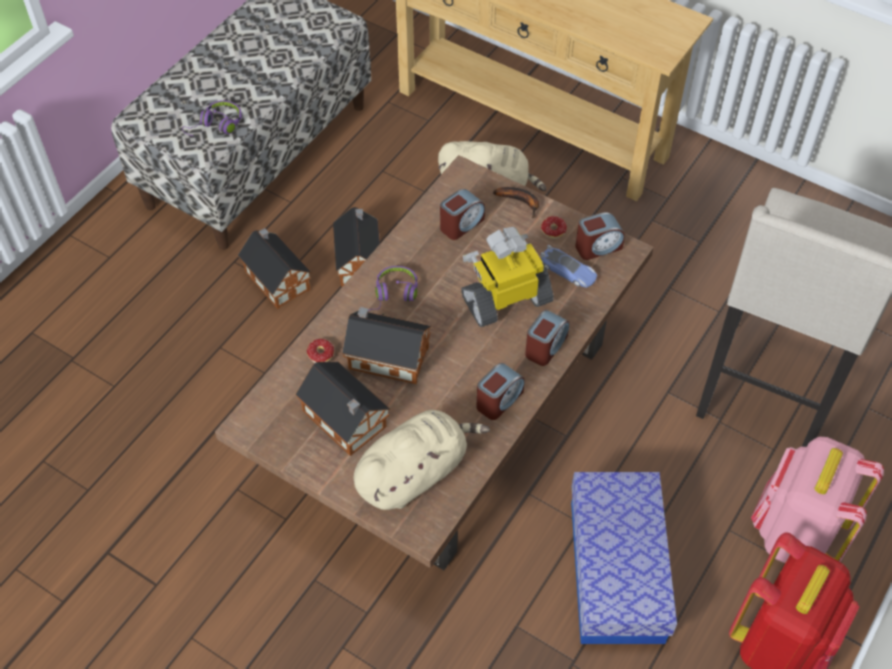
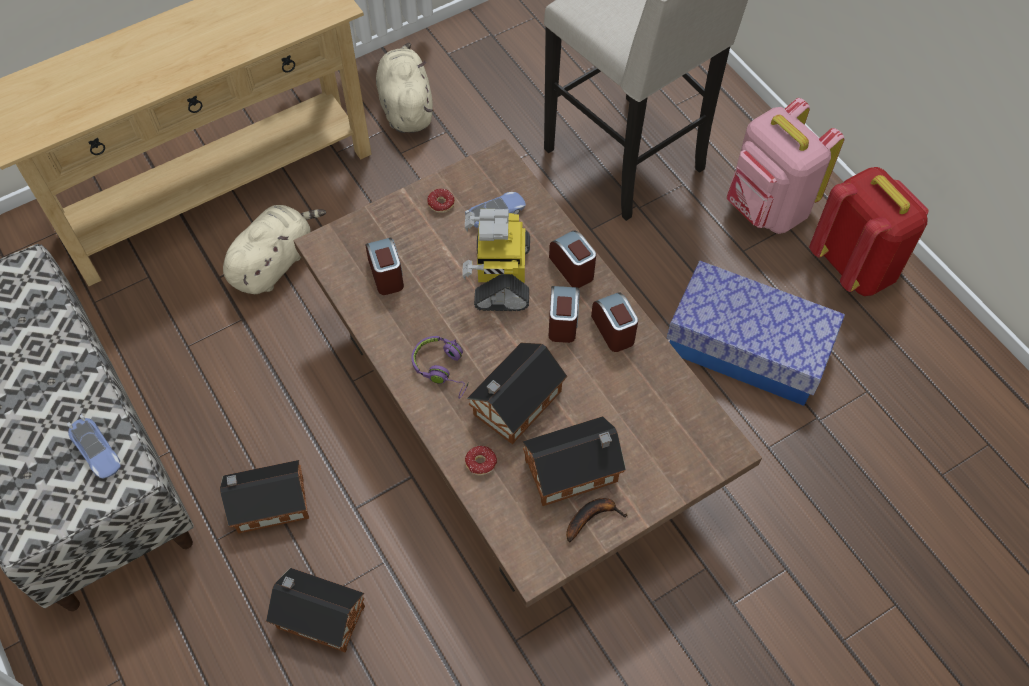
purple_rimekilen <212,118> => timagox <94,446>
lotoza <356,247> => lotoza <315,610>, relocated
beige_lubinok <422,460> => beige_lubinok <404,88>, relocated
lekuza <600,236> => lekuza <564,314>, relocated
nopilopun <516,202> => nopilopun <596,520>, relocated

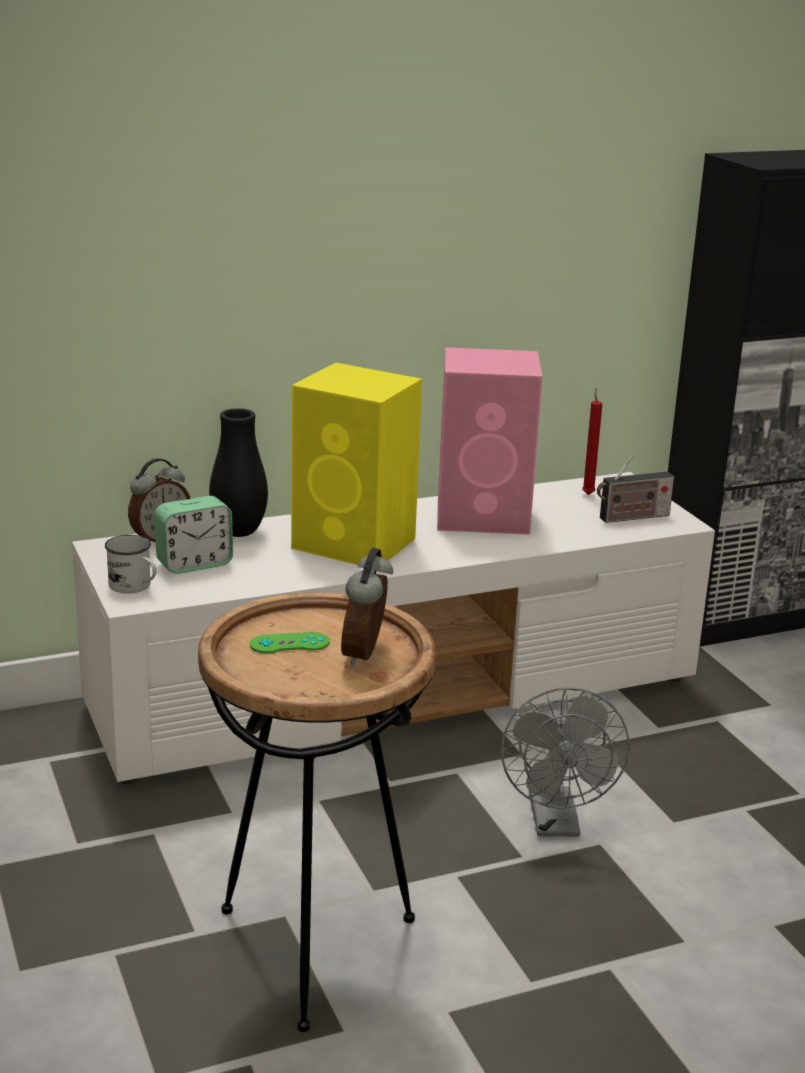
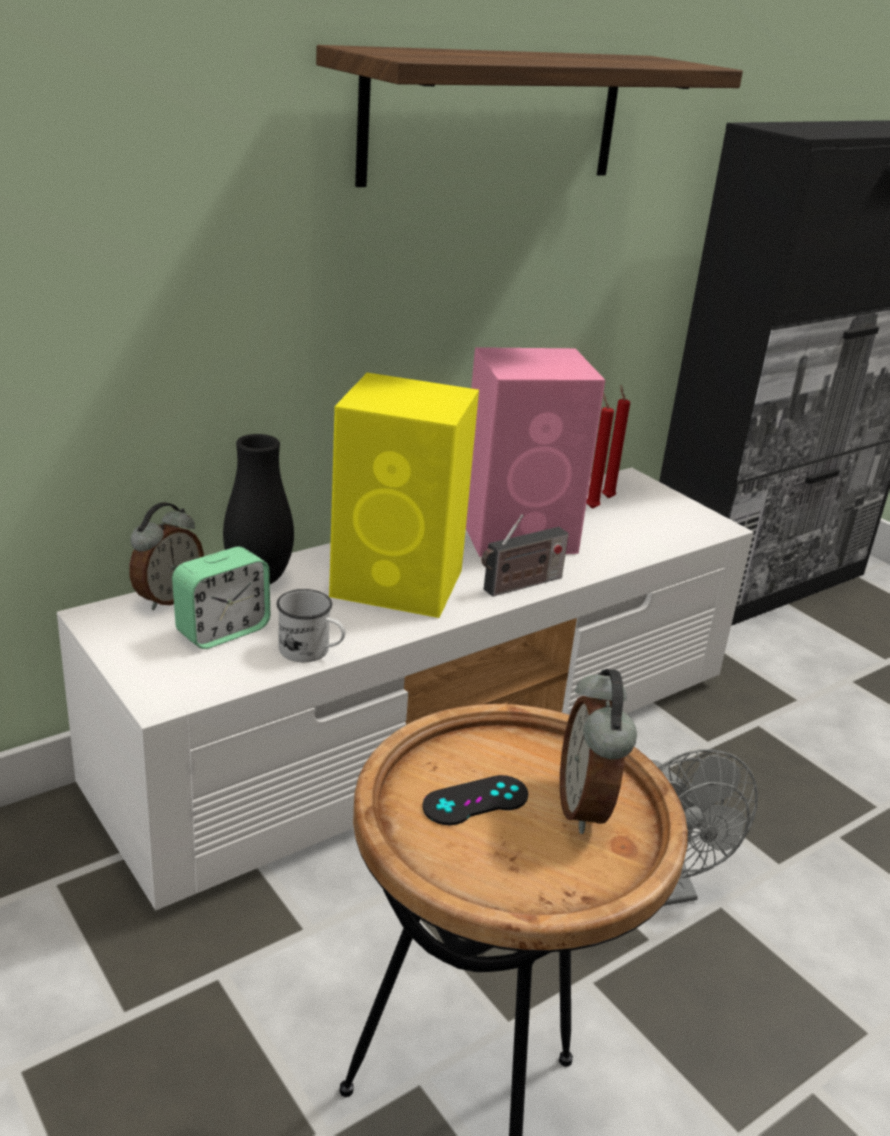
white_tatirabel <131,564> => white_tatirabel <311,625>, relocated
nothing => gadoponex <529,116>
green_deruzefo <290,643> => black_deruzefo <475,800>
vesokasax <635,489> => vesokasax <525,555>, relocated
nothing => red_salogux <600,451>

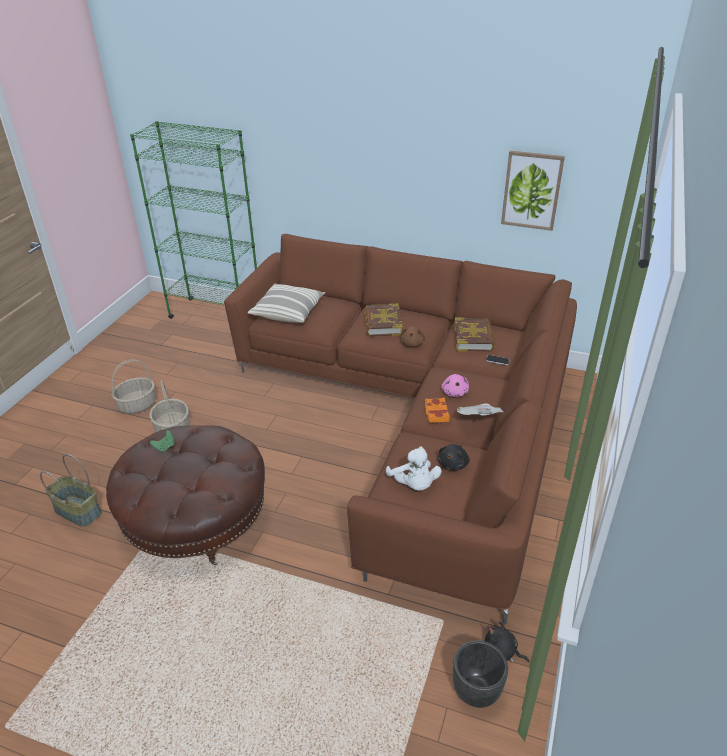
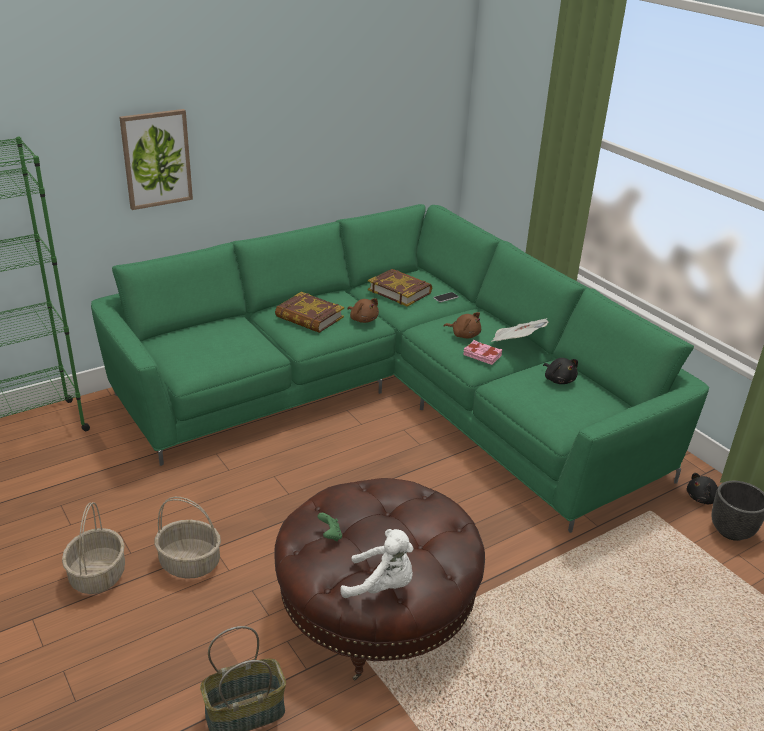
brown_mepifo <400,429> => green_mepifo <400,368>
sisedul <533,191> => sisedul <156,159>, relocated
white_lubinok <414,468> => white_lubinok <377,563>, relocated
pink_lubinok <455,385> => brown_lubinok <462,325>
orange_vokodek <437,410> => pink_vokodek <483,352>
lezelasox <286,303> => nothing

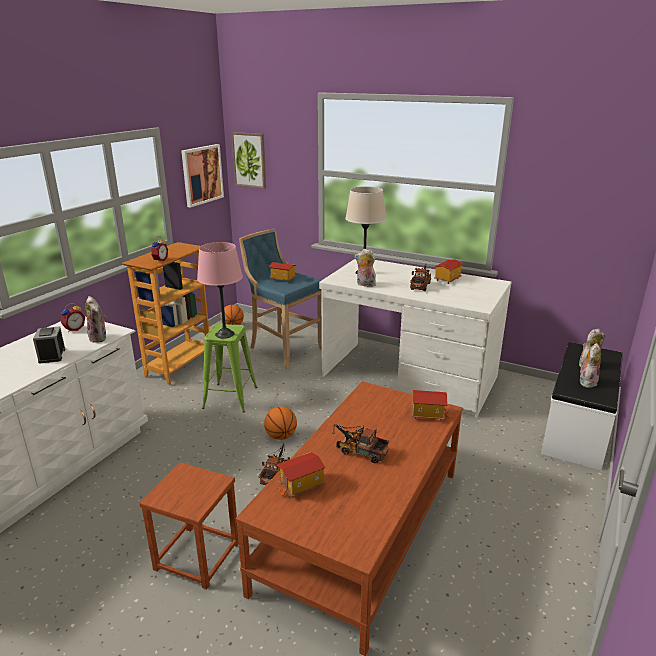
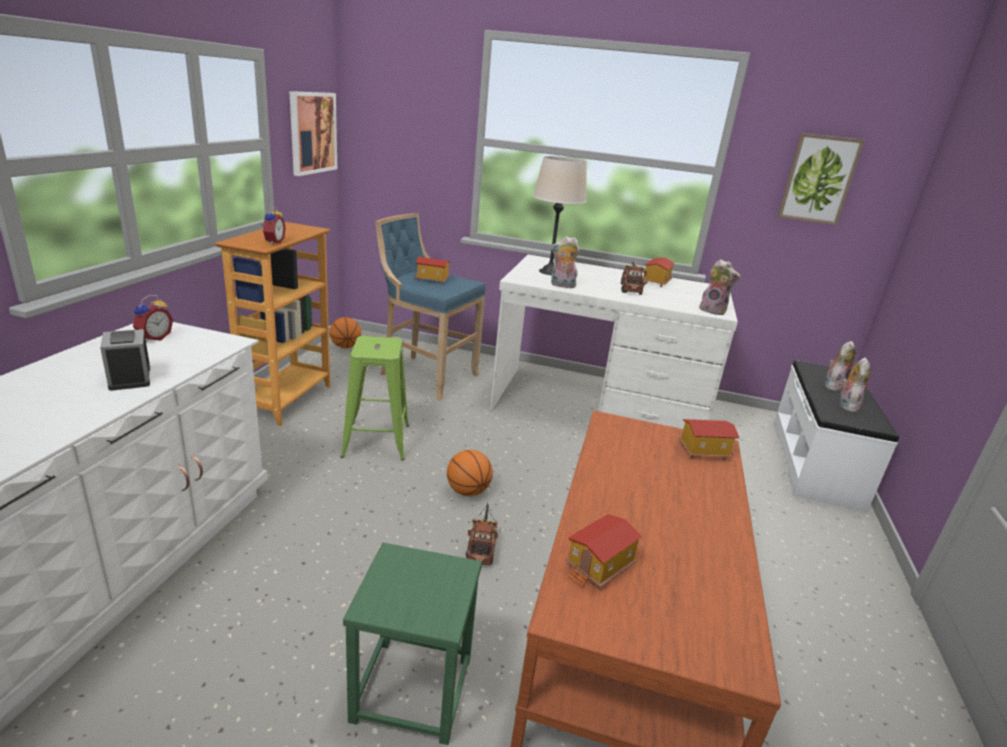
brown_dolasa <189,526> => green_dolasa <412,644>
lubinok <96,319> => lubinok <719,287>, relocated
sisedul <248,160> => sisedul <821,179>, relocated
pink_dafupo <220,290> => nothing
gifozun <360,443> => nothing

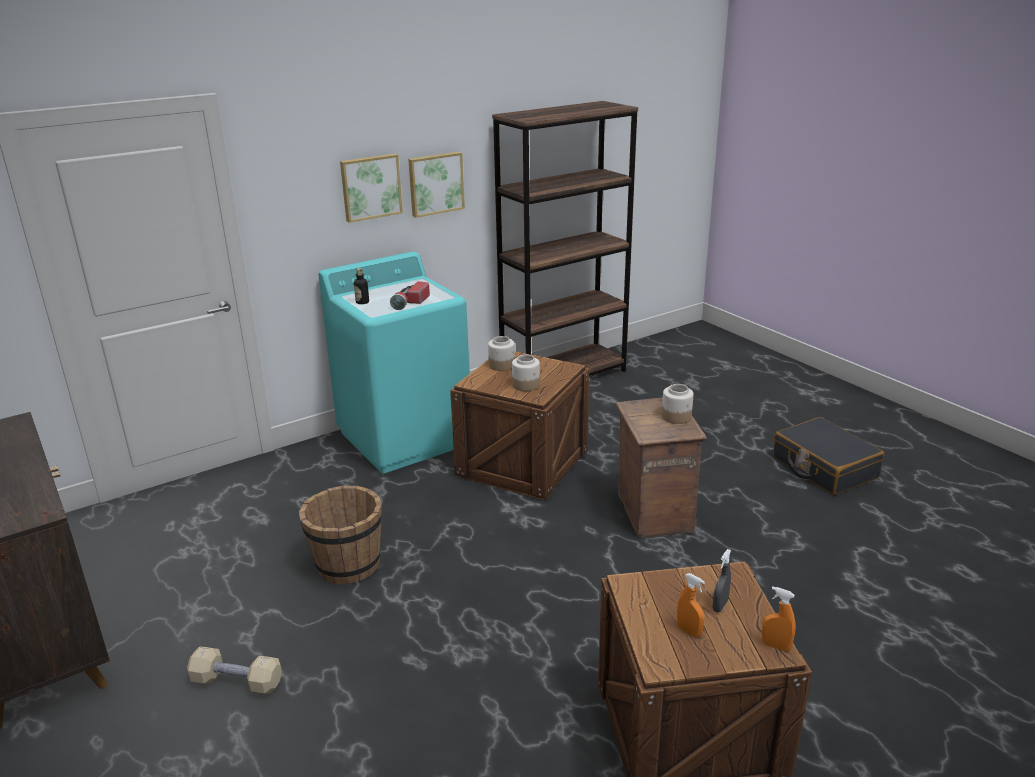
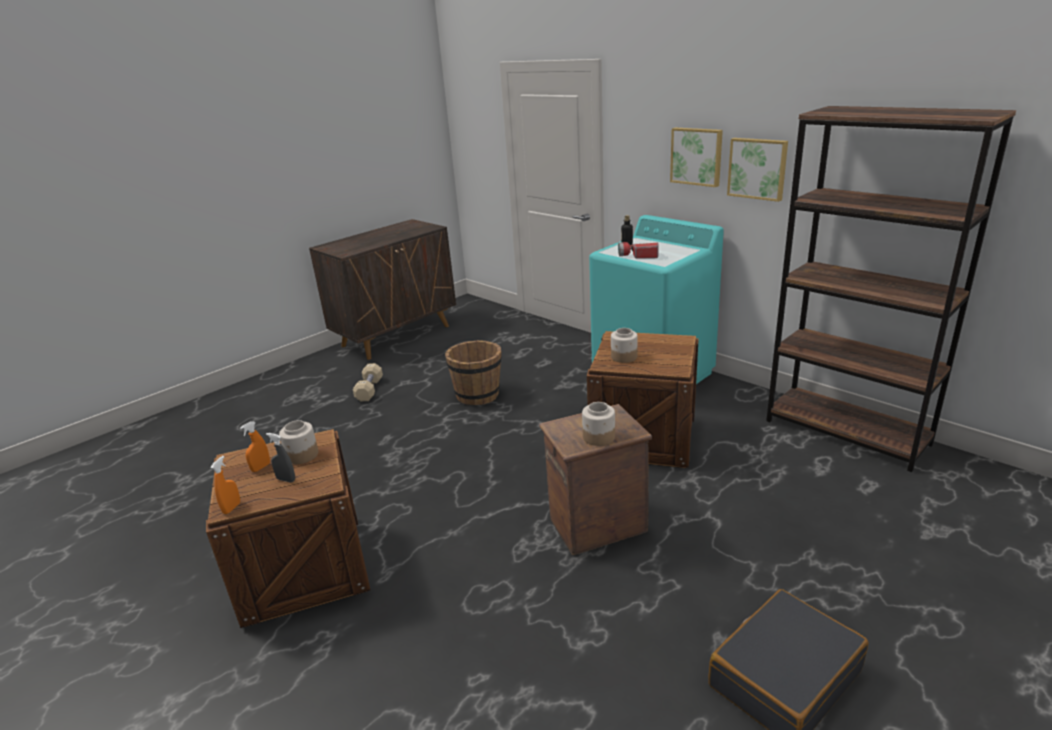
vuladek <501,353> => vuladek <298,442>, relocated

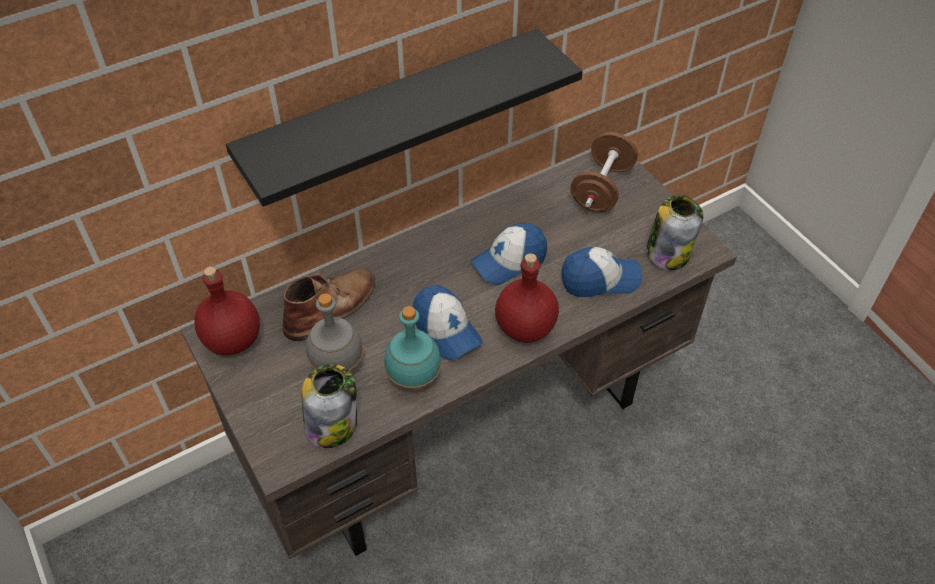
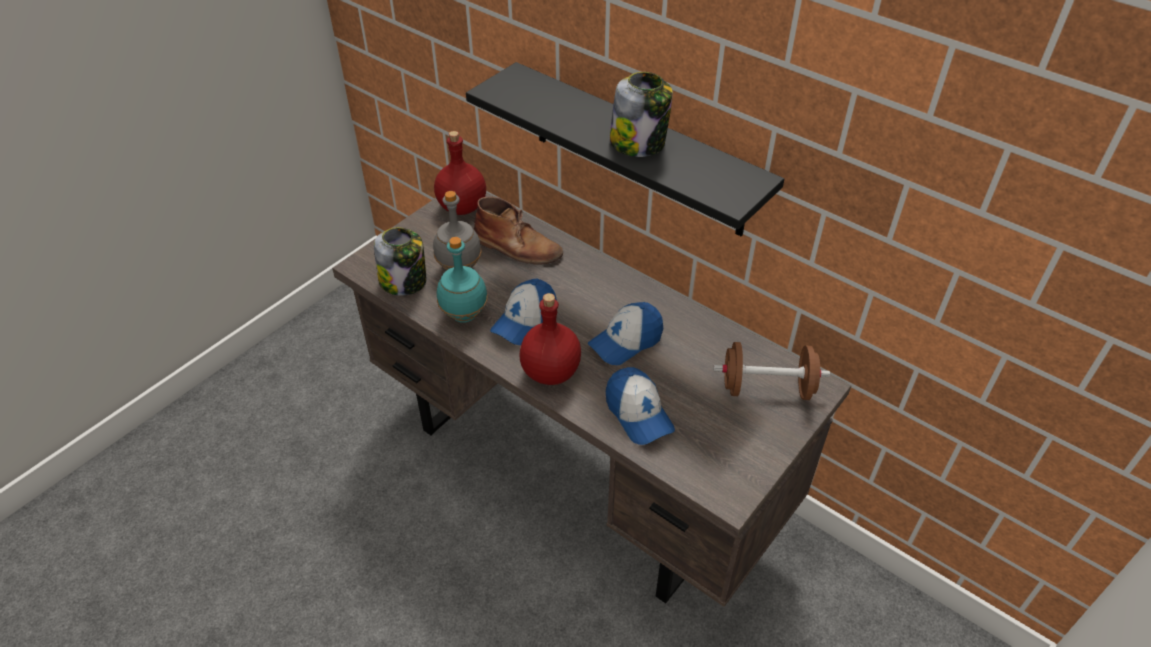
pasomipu <509,254> => pasomipu <626,333>, 75 degrees counterclockwise
vuladek <674,232> => vuladek <641,114>, relocated

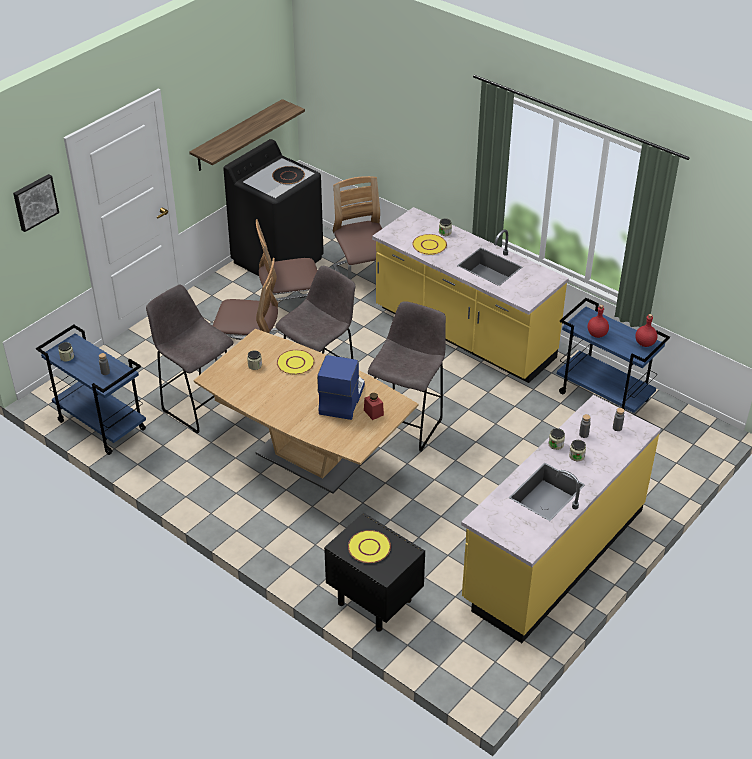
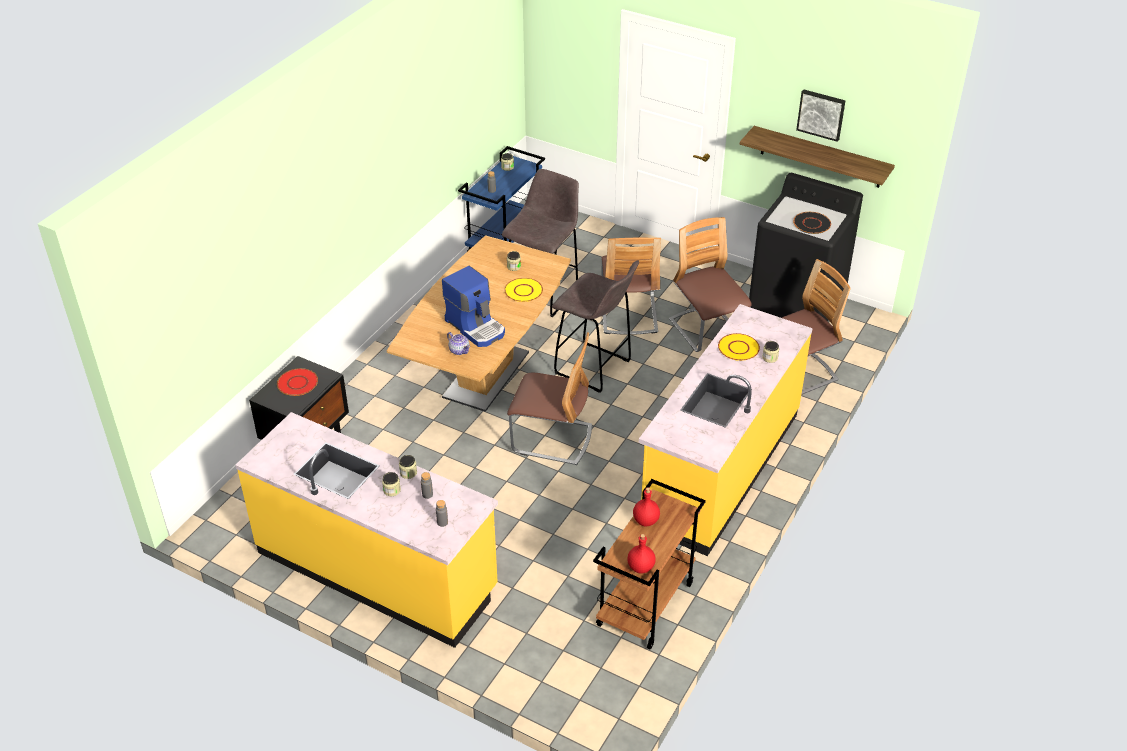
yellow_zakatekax <369,546> => red_zakatekax <297,382>
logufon <341,387> => logufon <473,306>, 45 degrees clockwise
red_vuladek <374,406> => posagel <458,343>
grey_dolasa <407,376> => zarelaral <549,398>
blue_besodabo <613,355> => brown_besodabo <649,564>
sisedul <36,203> => sisedul <821,115>, relocated

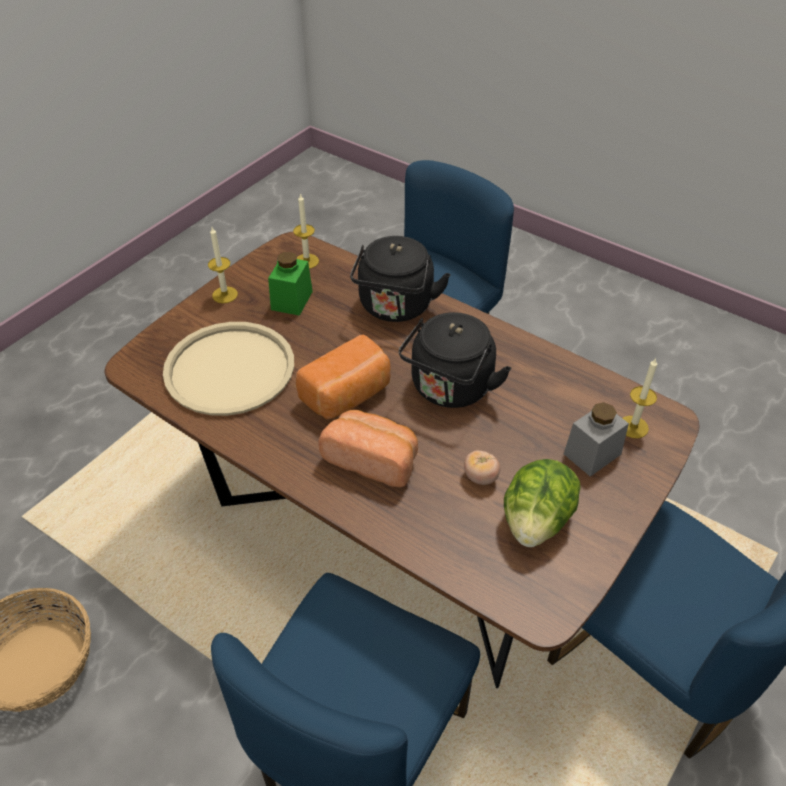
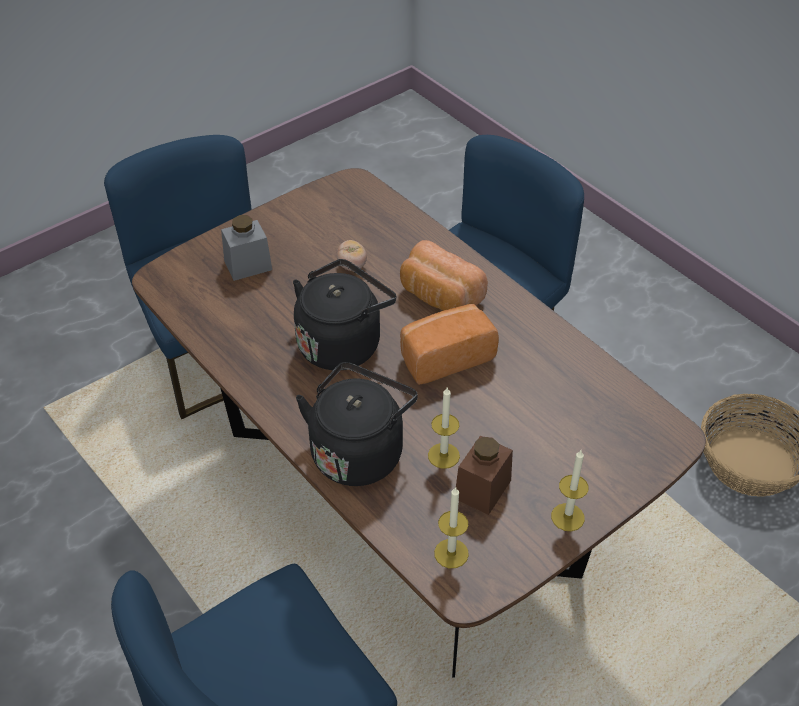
salogux <640,398> => salogux <444,428>, relocated
green_vuladek <290,284> => brown_vuladek <484,475>
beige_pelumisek <228,369> => nothing
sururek <542,503> => nothing

